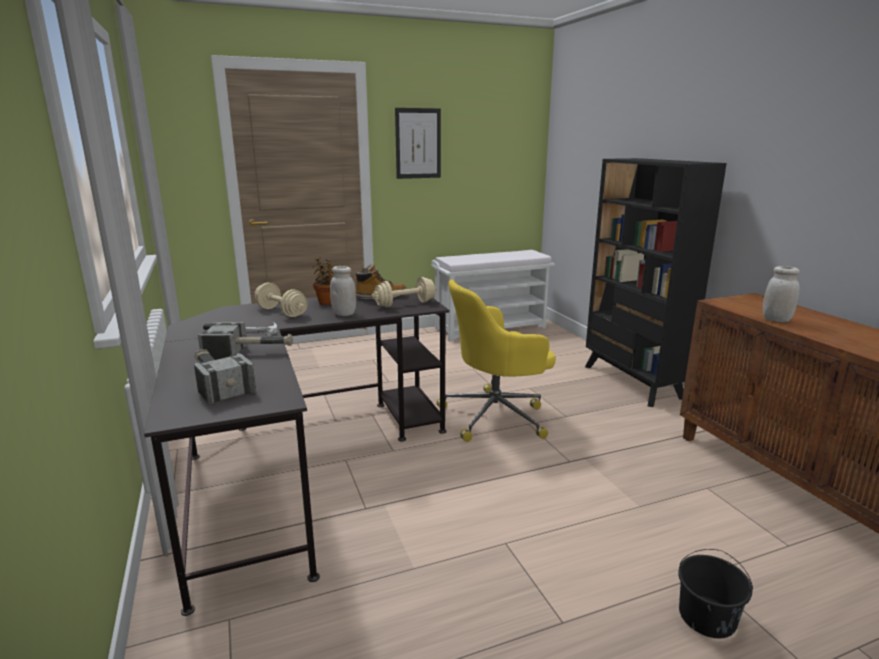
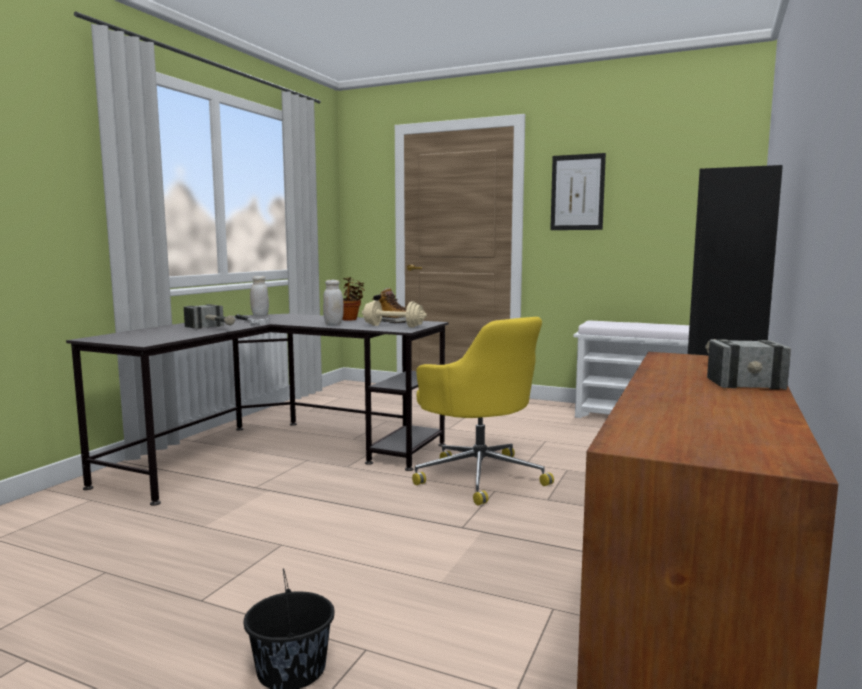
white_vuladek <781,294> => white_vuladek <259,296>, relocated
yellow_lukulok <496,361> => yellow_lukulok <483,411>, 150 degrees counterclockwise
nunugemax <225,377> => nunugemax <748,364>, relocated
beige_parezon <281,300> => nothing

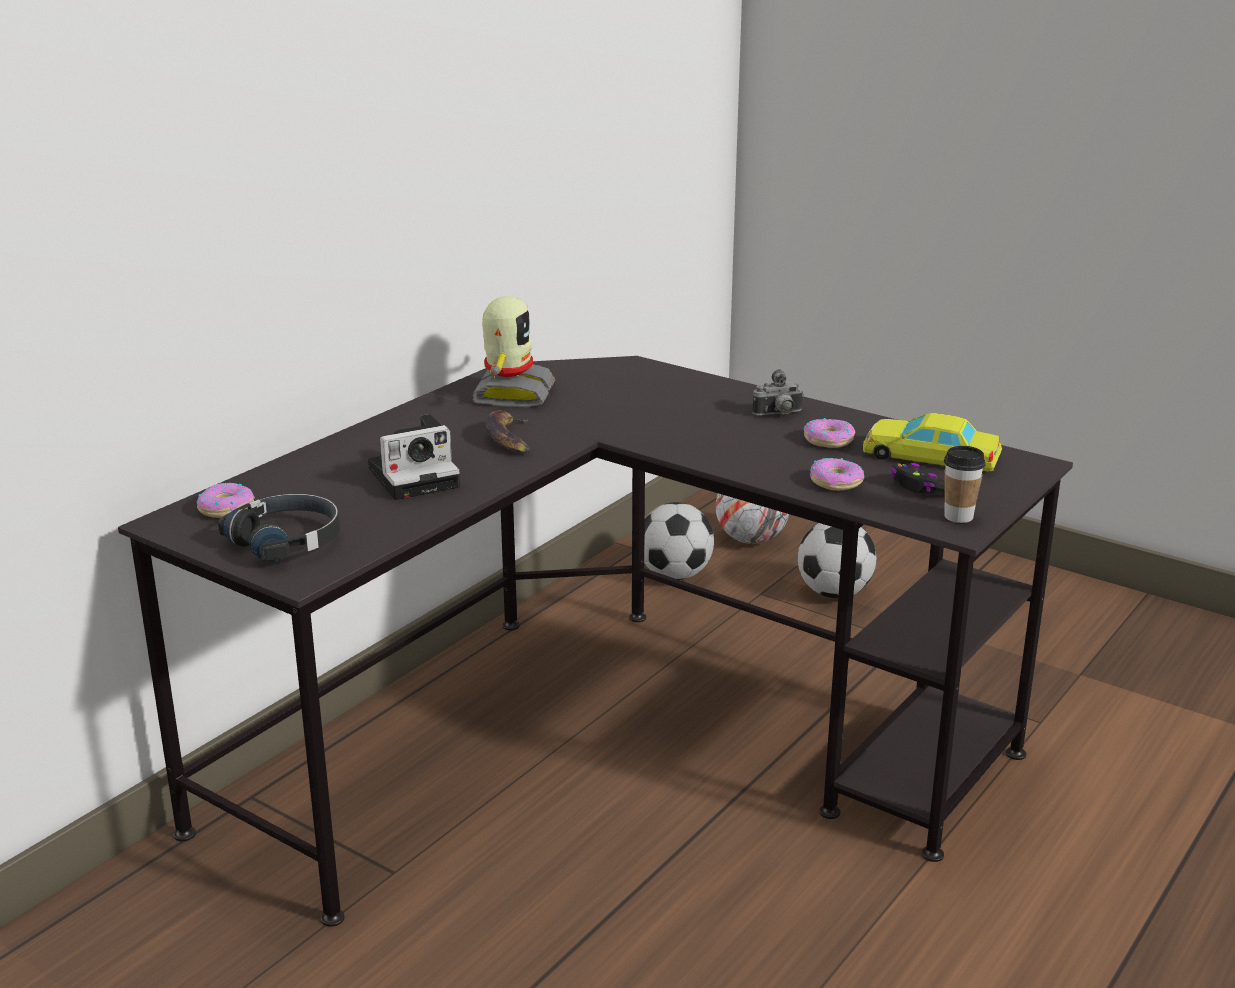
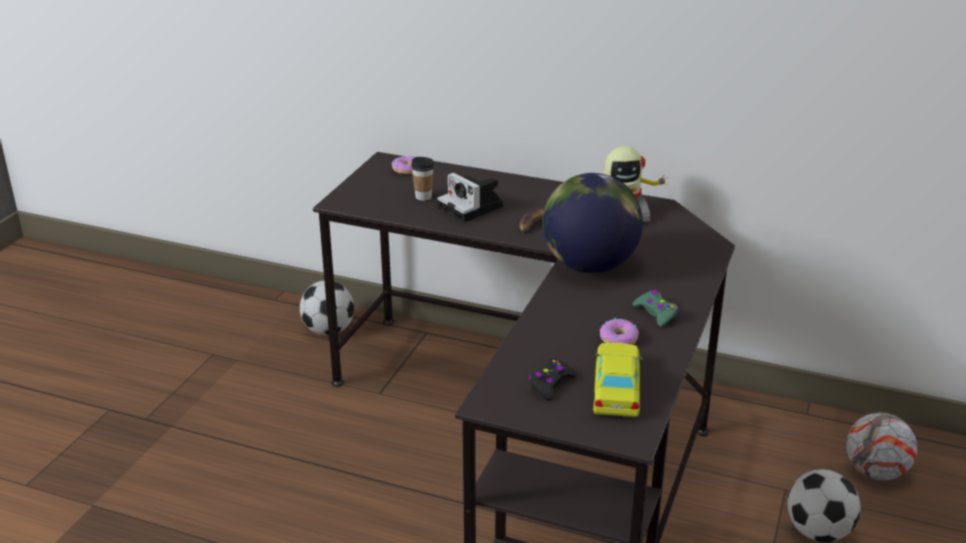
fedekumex <679,541> => fedekumex <327,308>, relocated
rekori <964,484> => rekori <422,179>, relocated
nothing => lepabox <592,223>
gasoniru <777,392> => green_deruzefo <656,308>
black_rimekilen <279,527> => nothing
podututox <837,474> => nothing

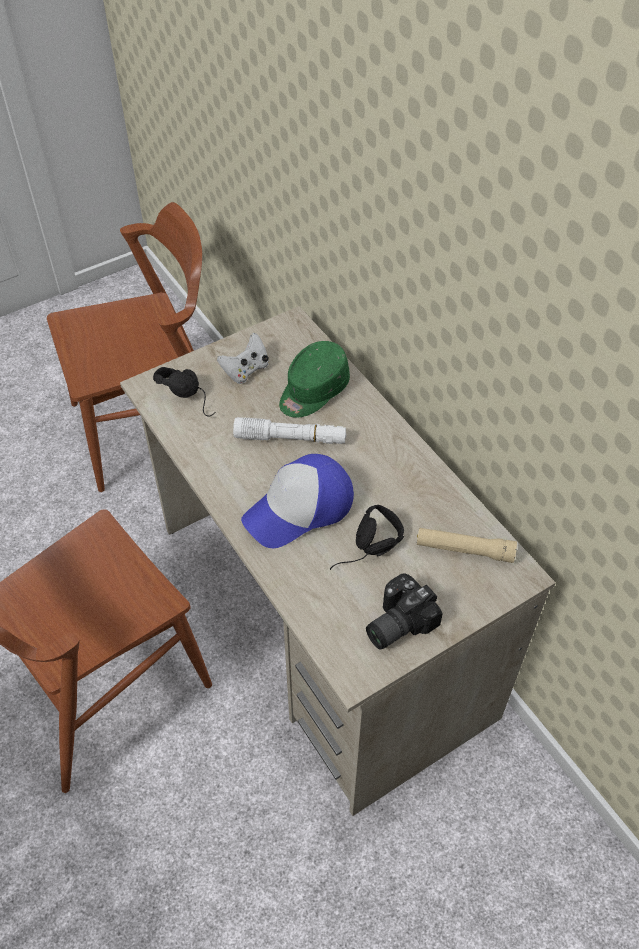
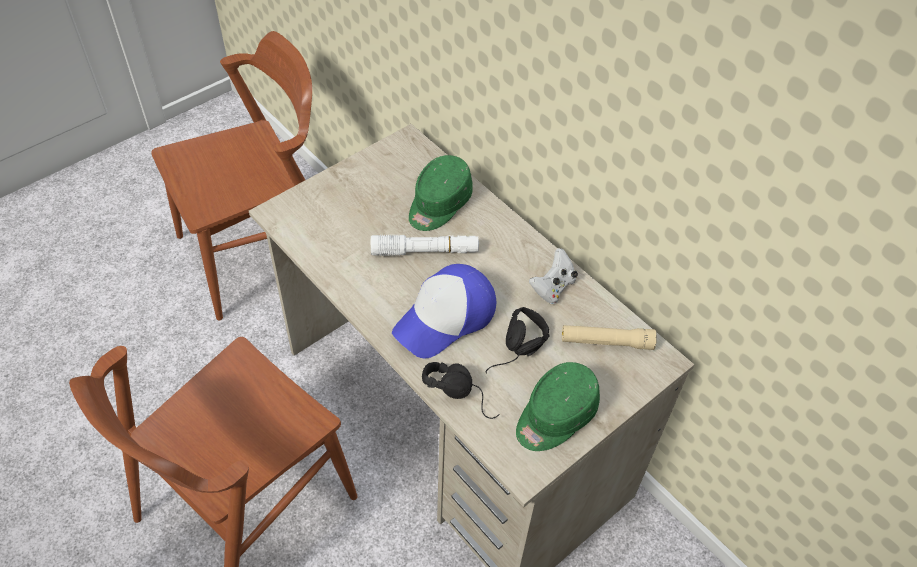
black_rimekilen <184,392> => black_rimekilen <461,390>, relocated
gasoniru <404,611> => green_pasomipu <558,406>
white_deruzefo <243,358> => white_deruzefo <553,276>, relocated

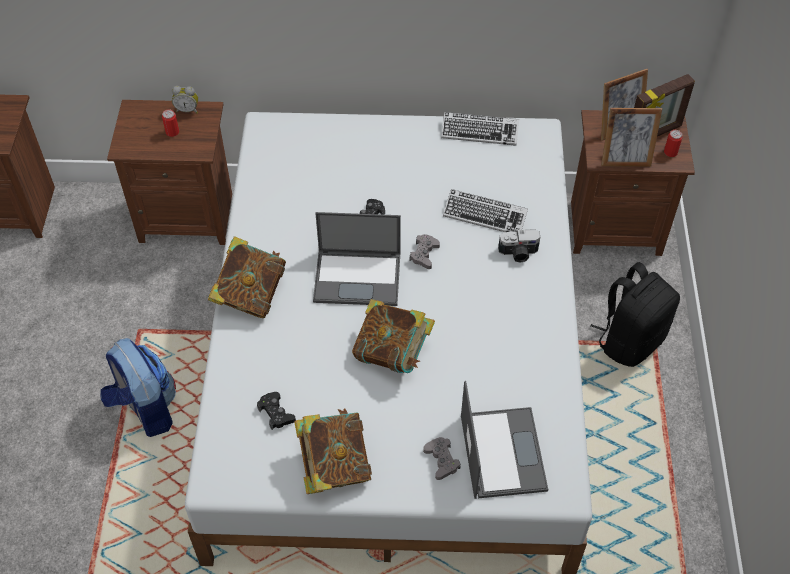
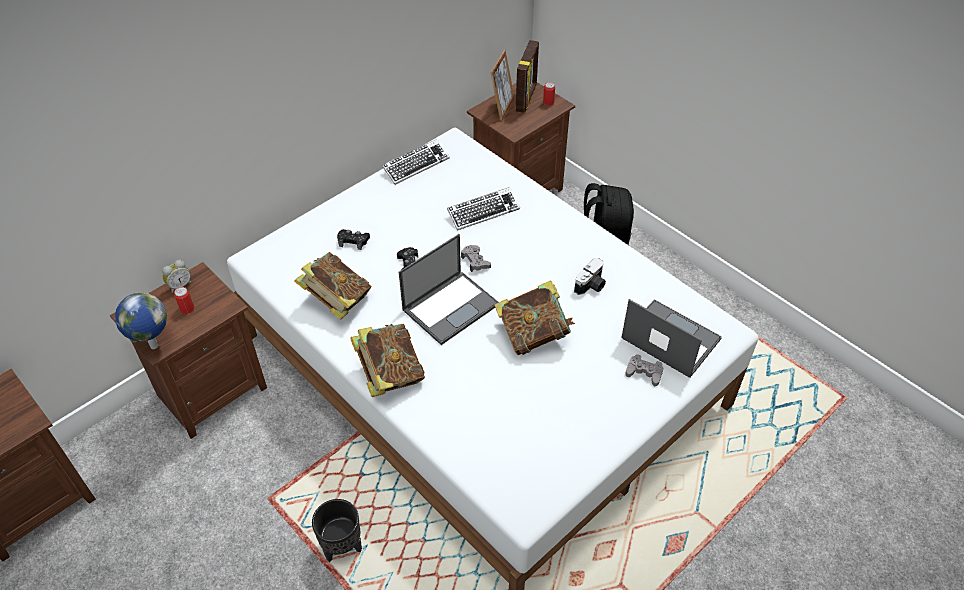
nothing => lepabox <141,321>
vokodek <333,451> => vokodek <332,286>, relocated
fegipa <138,387> => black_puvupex <337,530>
black_deruzefo <276,411> => black_deruzefo <353,239>, relocated
gasoniru <519,246> => gasoniru <590,276>, relocated
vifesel <631,137> => nothing

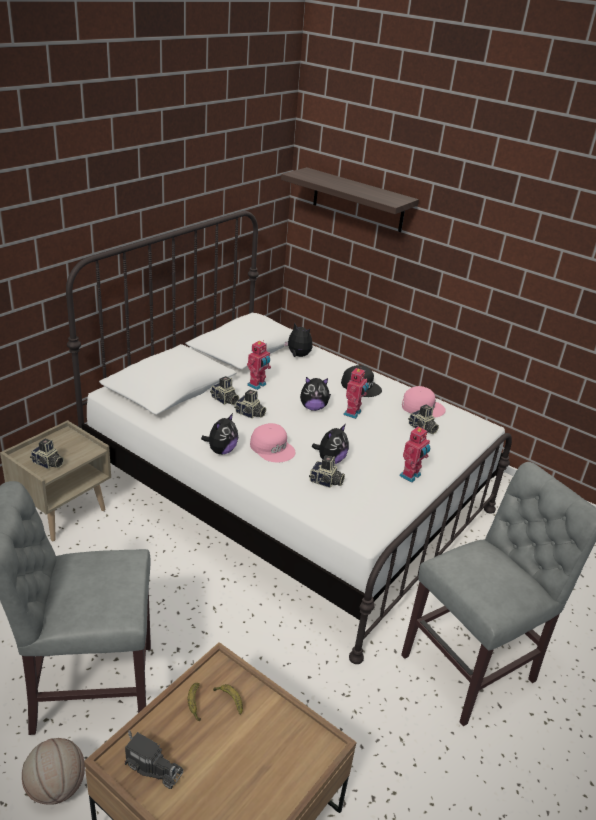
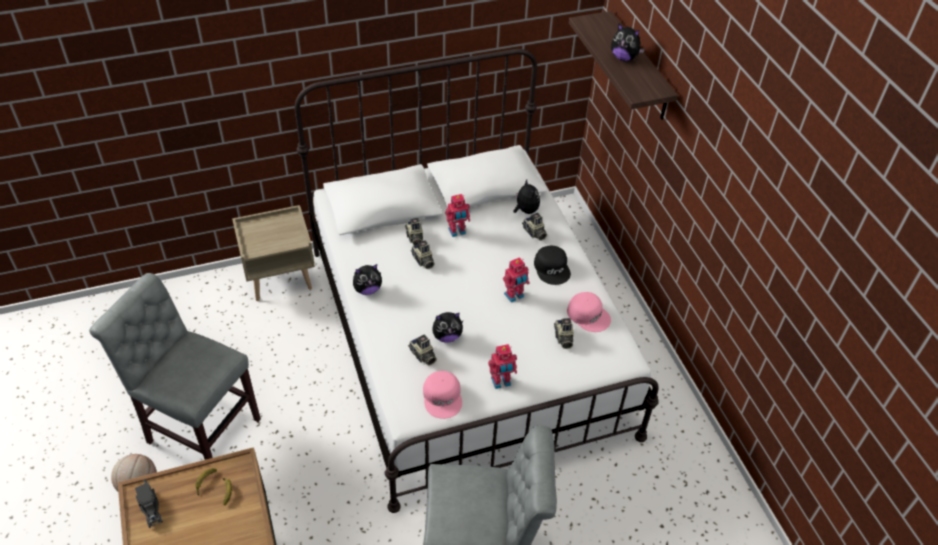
pink_pasomipu <273,442> => pink_pasomipu <442,395>, relocated
gasoniru <47,453> => gasoniru <534,227>, relocated
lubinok <315,394> => lubinok <628,42>, relocated

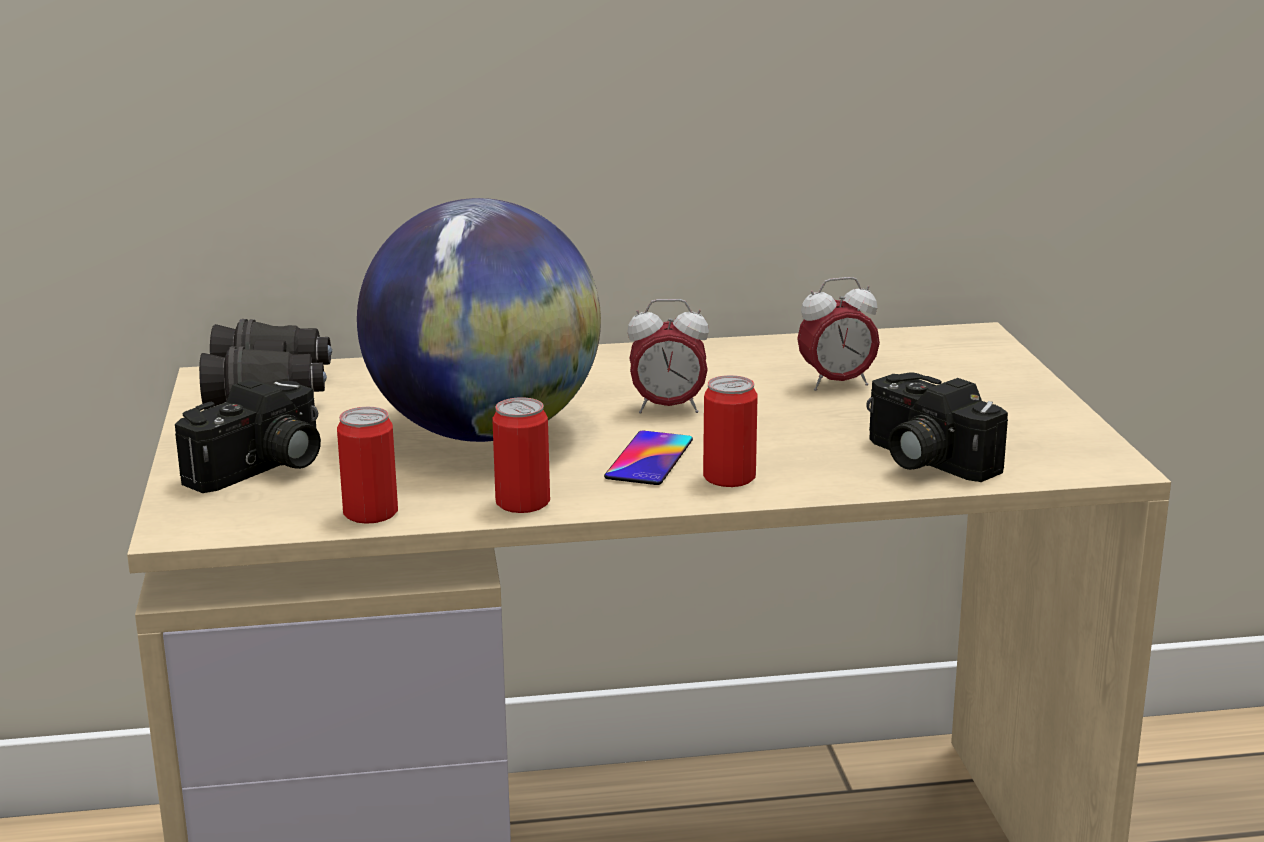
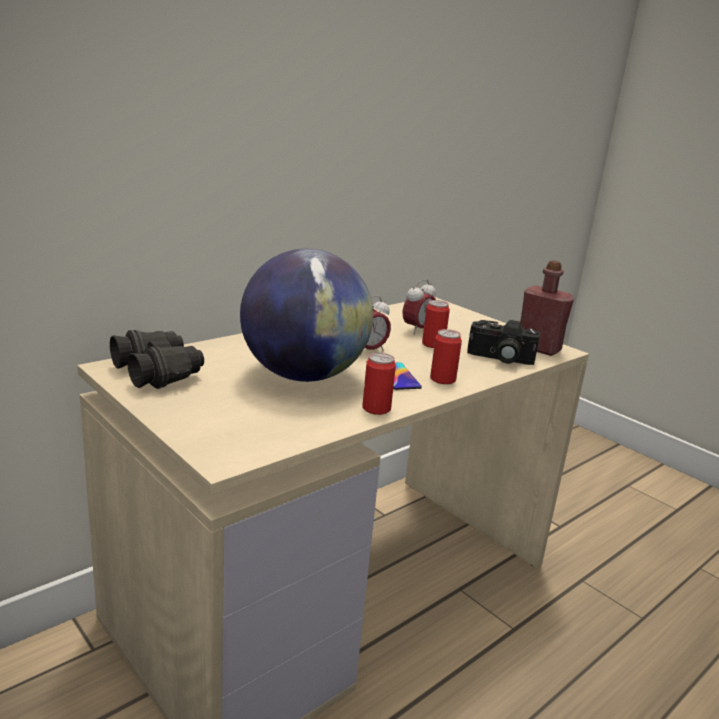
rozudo <367,465> => rozudo <436,324>, relocated
nothing => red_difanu <547,308>
gasoniru <248,436> => nothing

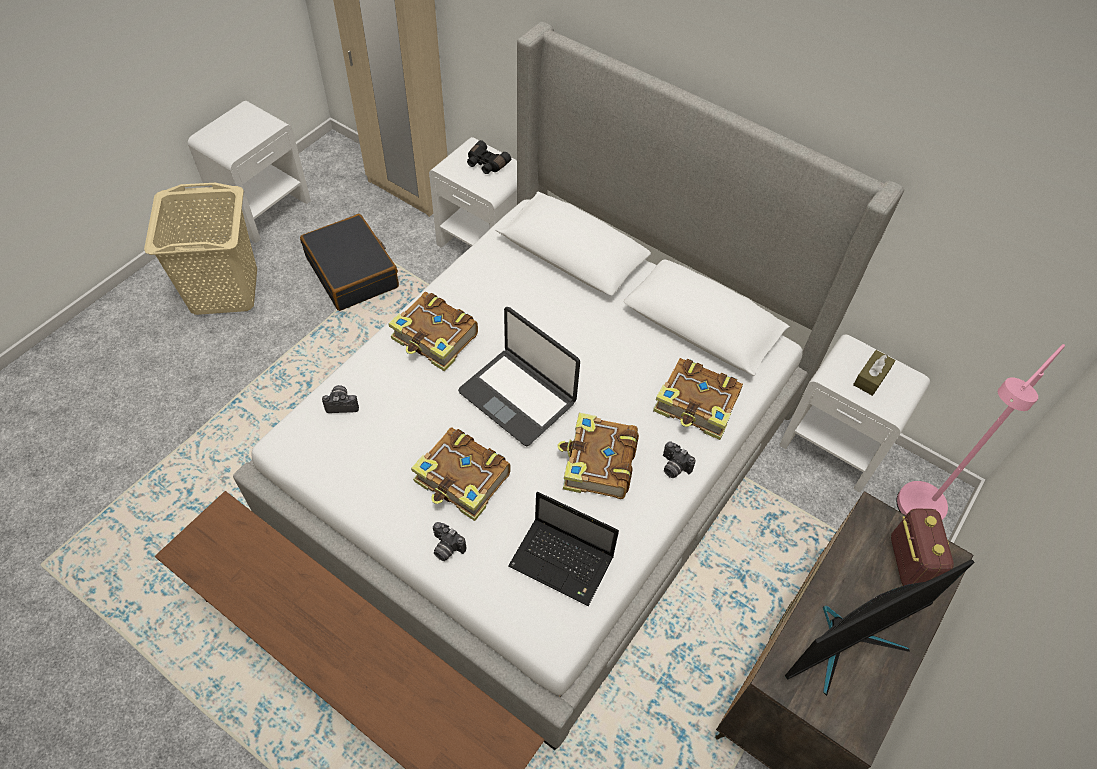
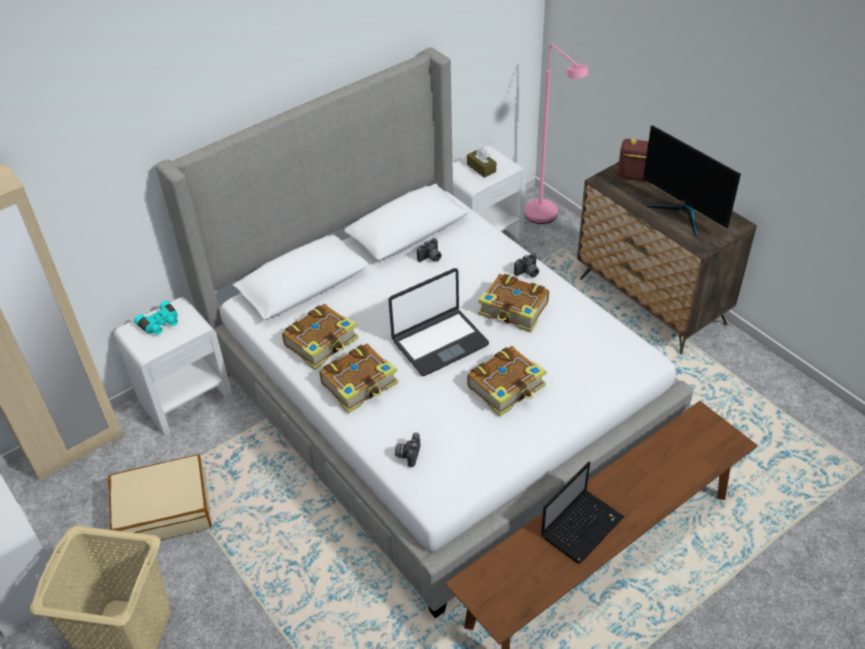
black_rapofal <349,262> => beige_rapofal <160,497>
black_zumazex <489,157> => turquoise_zumazex <156,318>
vokodek <698,399> => vokodek <320,337>, relocated
gasoniru <449,541> => gasoniru <429,250>, relocated
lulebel <563,549> => lulebel <582,512>, relocated
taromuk <879,627> => taromuk <692,181>, 150 degrees clockwise

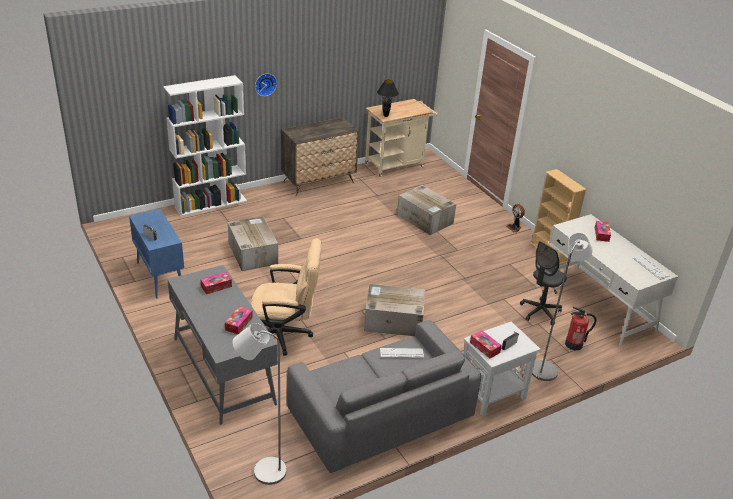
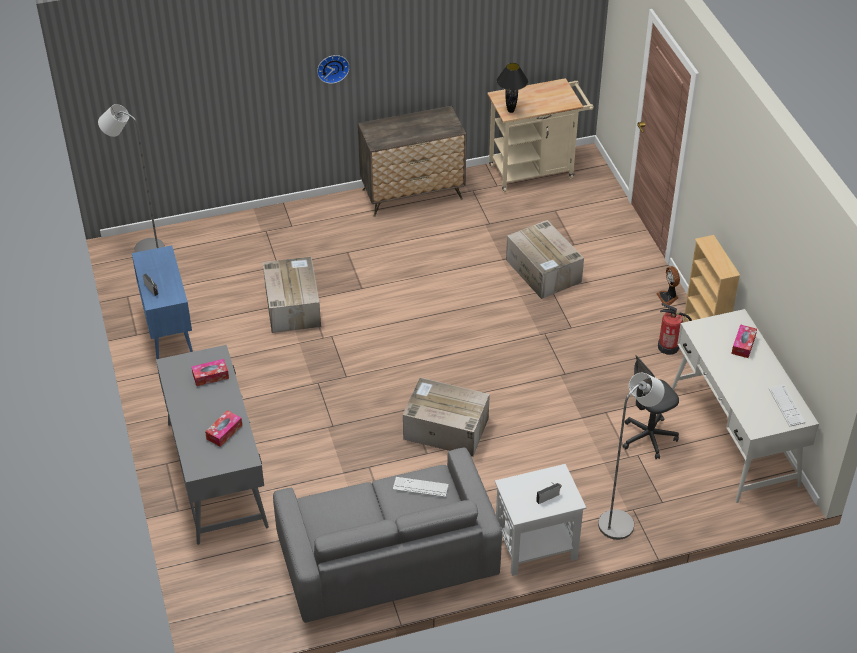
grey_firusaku <259,404> => grey_firusaku <131,178>, relocated
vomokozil <581,329> => vomokozil <675,329>, relocated
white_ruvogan <205,145> => nothing
beige_lukulok <286,297> => nothing
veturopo <486,344> => nothing

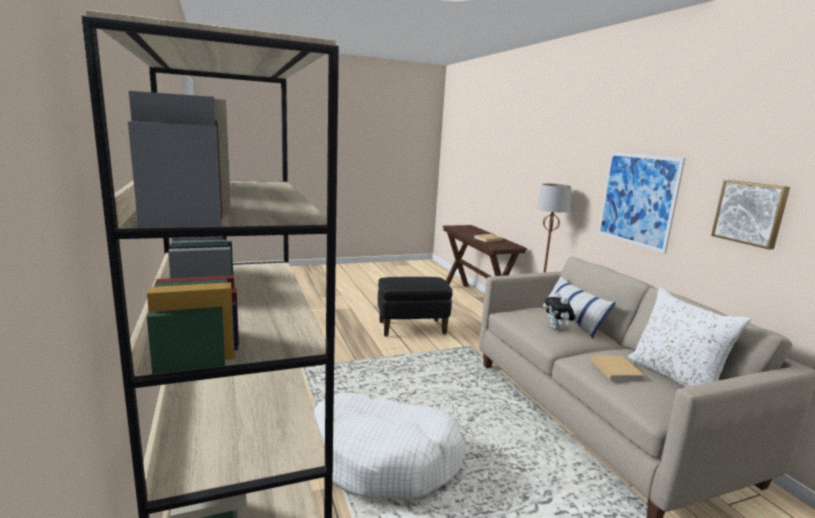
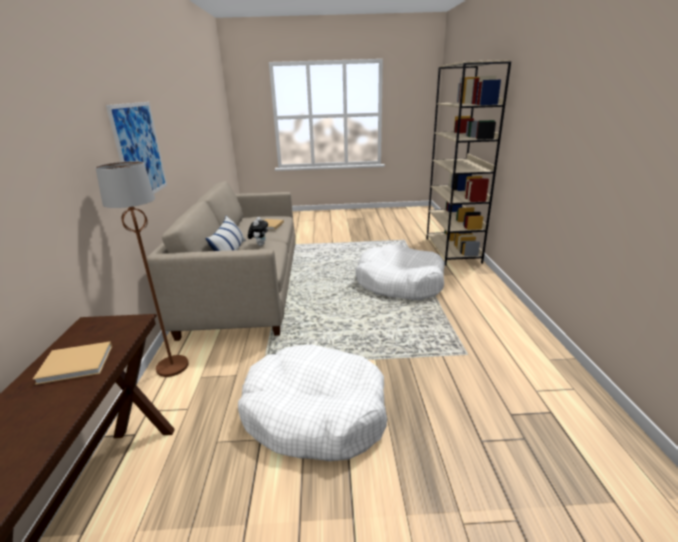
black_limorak <415,306> => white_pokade <312,402>
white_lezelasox <689,337> => nothing
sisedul <750,214> => nothing

